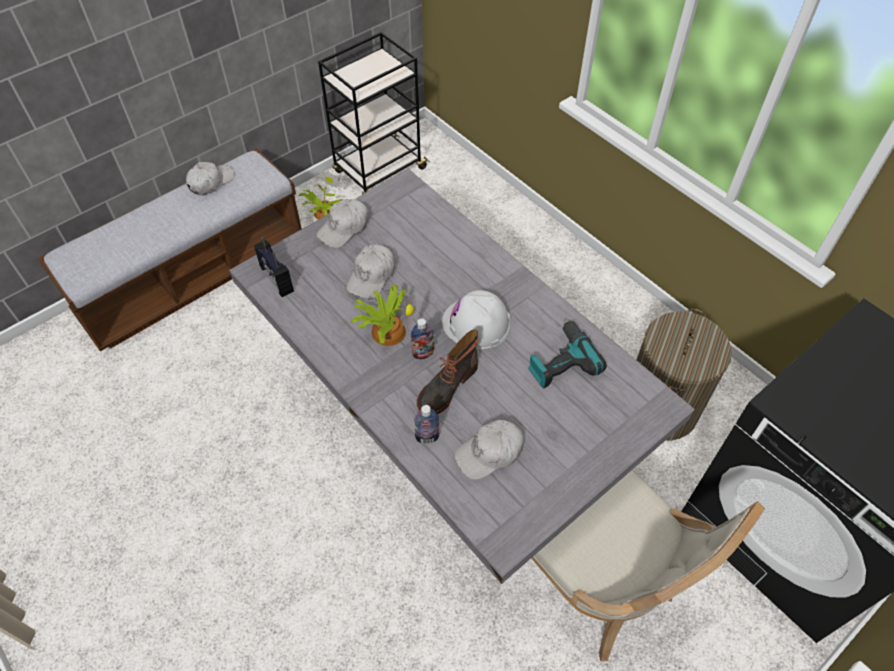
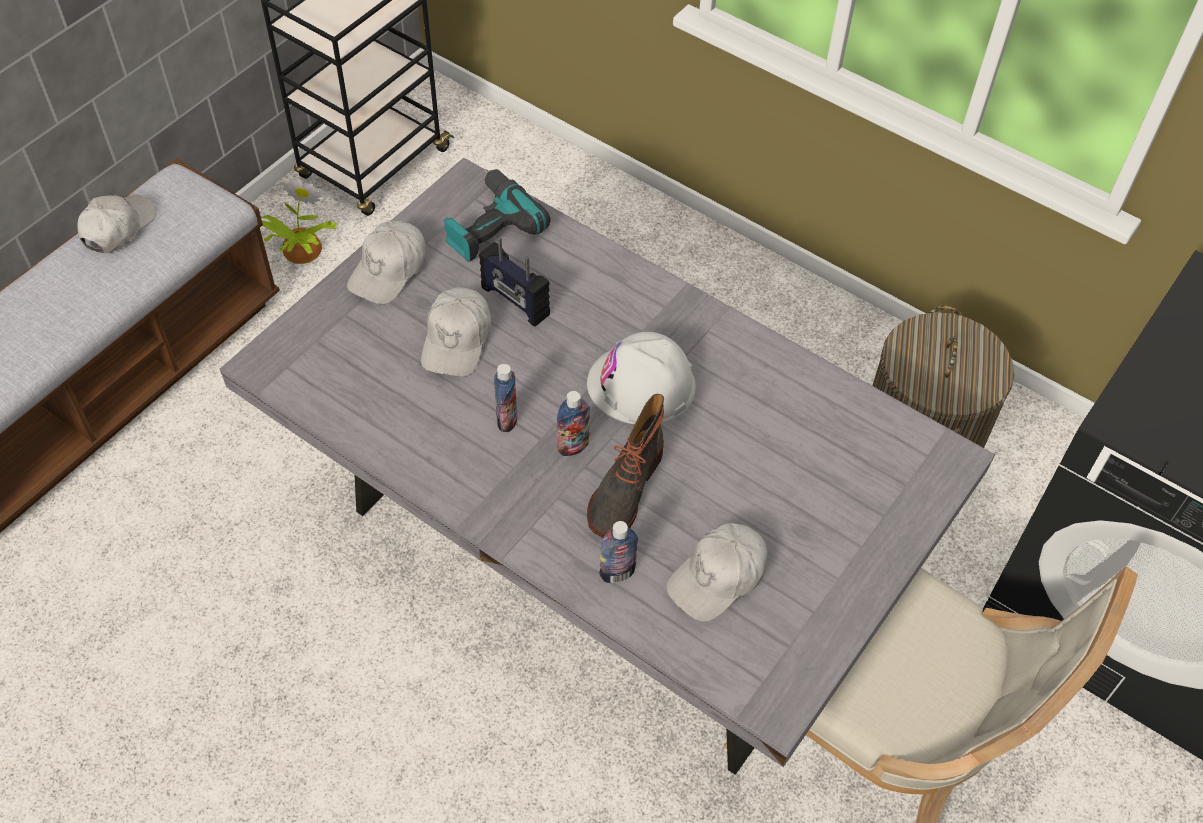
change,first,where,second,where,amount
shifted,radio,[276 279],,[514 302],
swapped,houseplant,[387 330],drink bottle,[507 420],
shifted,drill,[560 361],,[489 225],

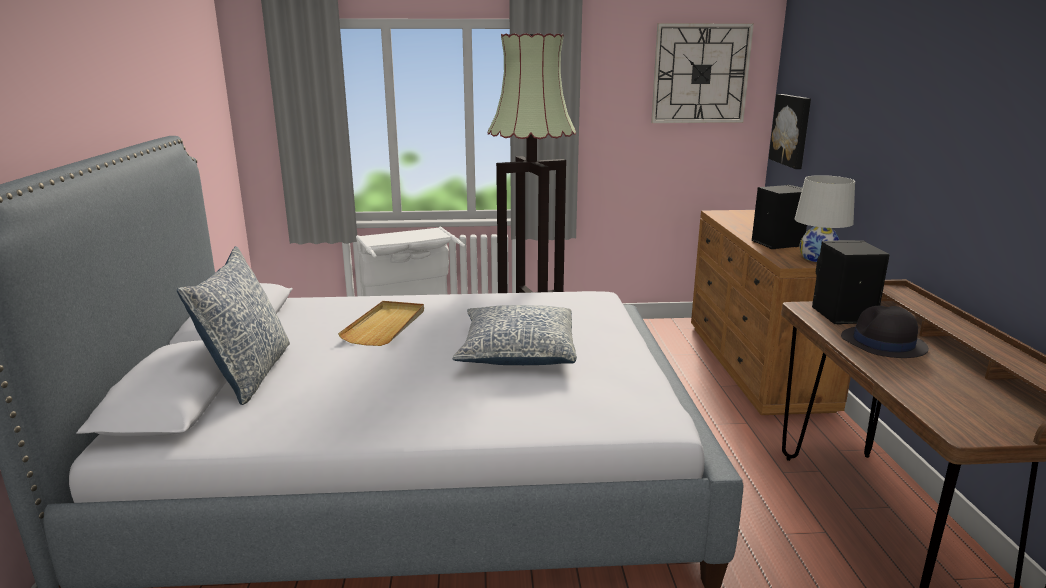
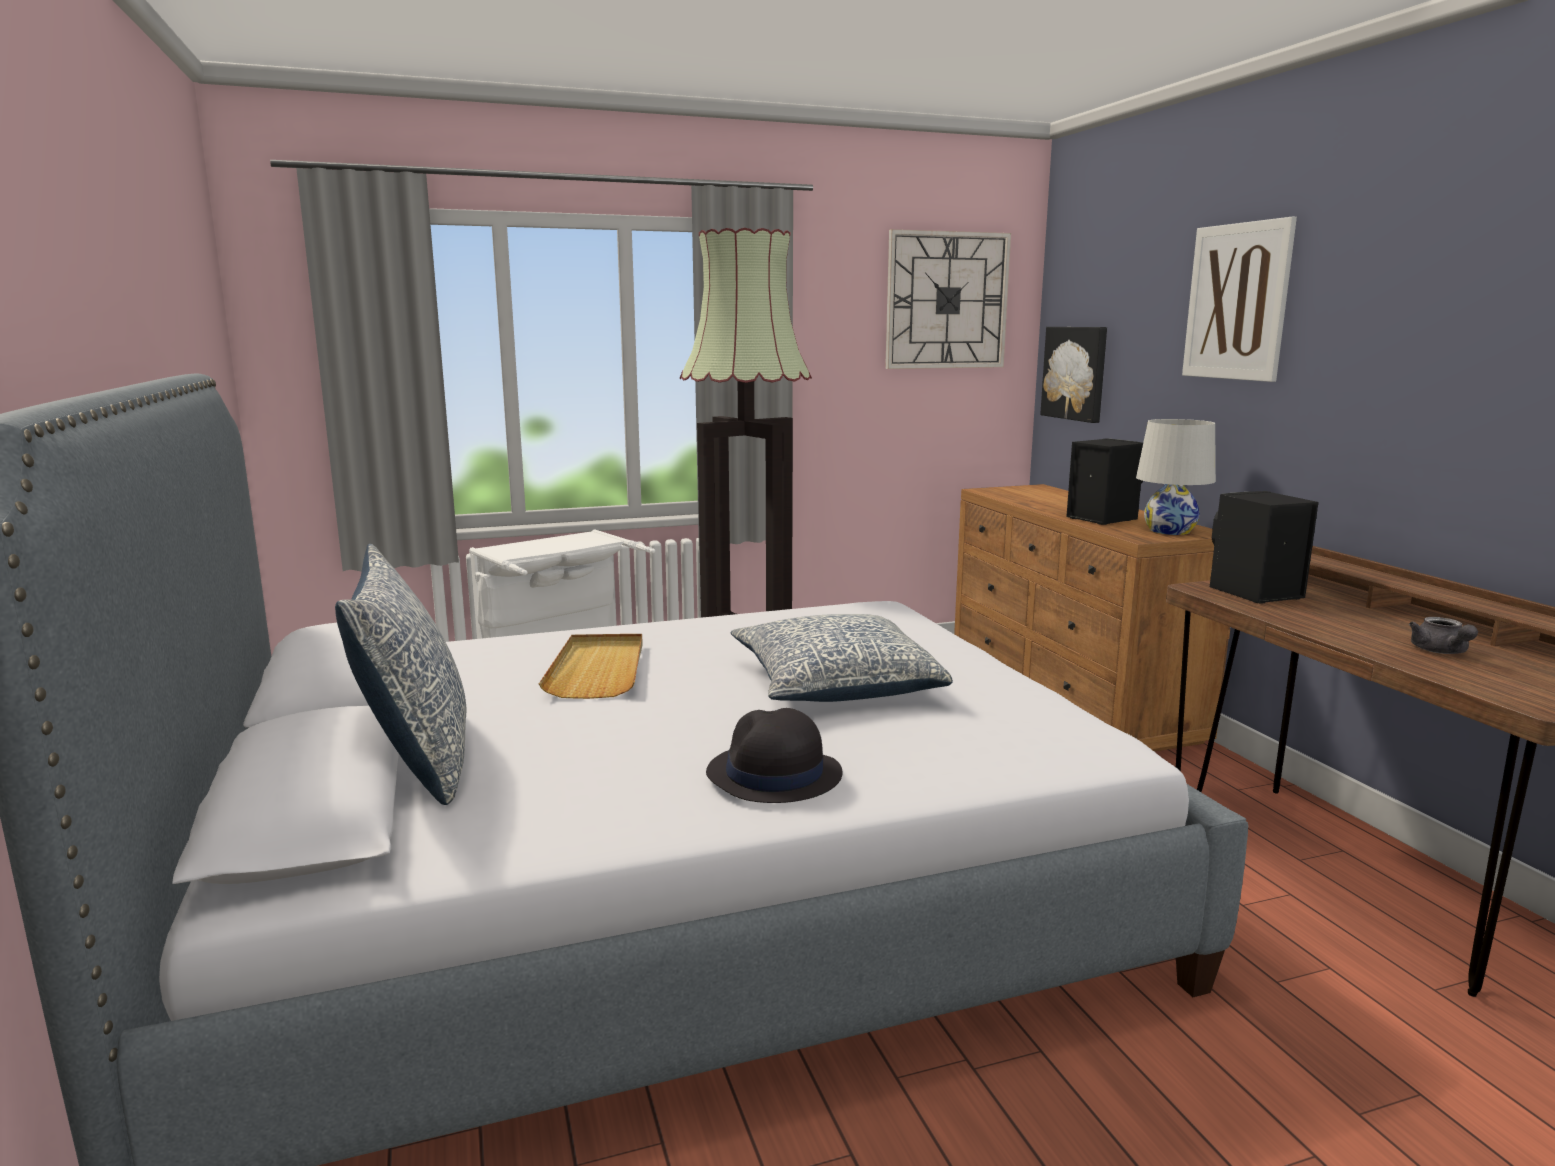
change,first,where,second,where,amount
shifted,wearable hat (black),[883 344],,[773 775],
new,,,picture,[1237 302],
new,,,teapot (gray),[1441 652],

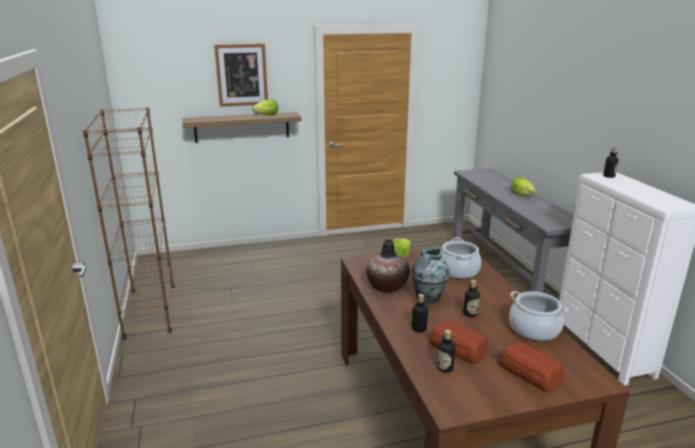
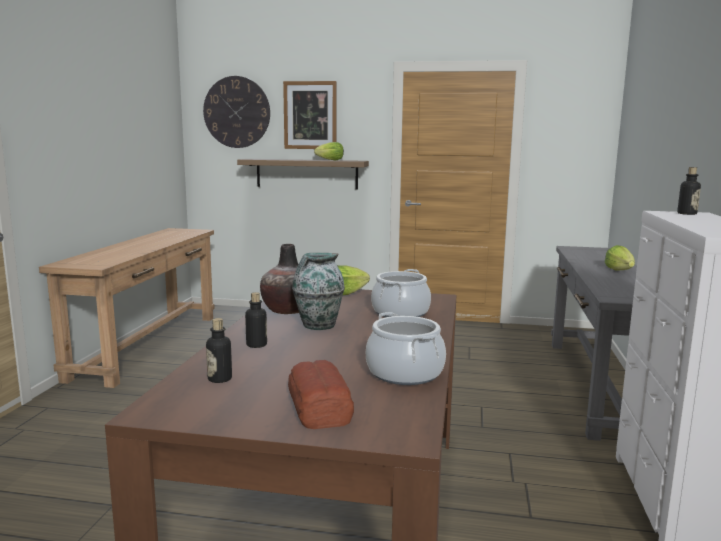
change,first,where,second,where,amount
swapped,bookshelf (brown),[150 311],narrow table (brown),[147 345],
gone,baked bread,[457 348],,,
gone,drink bottle,[470 313],,,
new,,,hanging clock,[236 112],

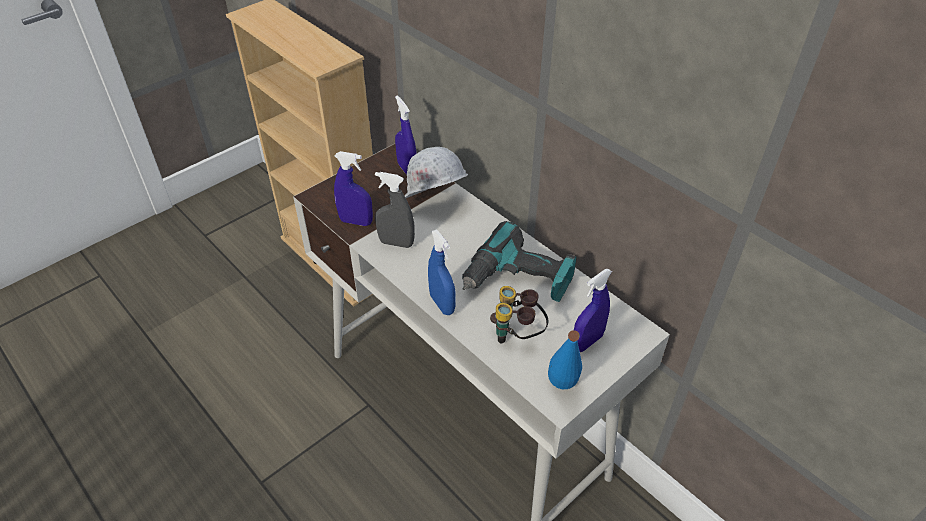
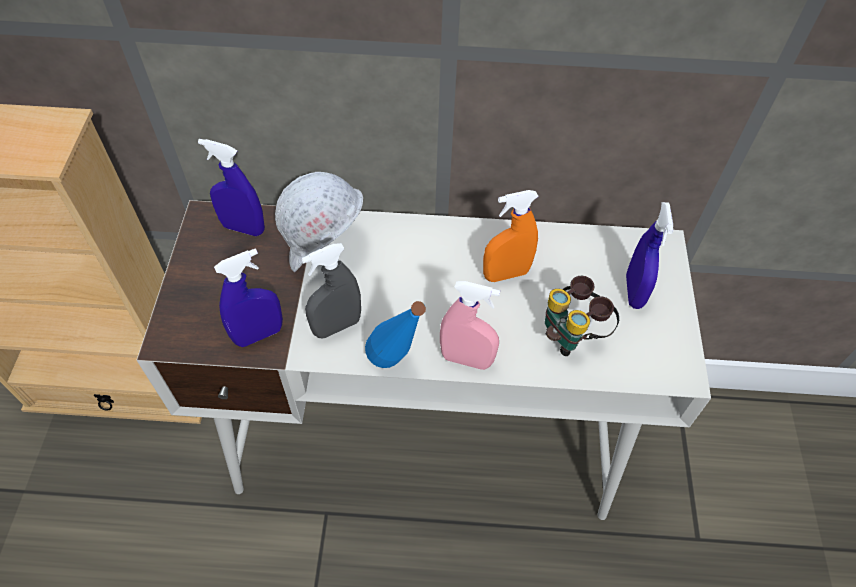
change,first,where,second,where,amount
repainted,hand sprayer (blue),[442 304],hand sprayer (pink),[466 359],
swapped,drill,[518 280],hand sprayer (orange),[506 274],
shifted,drink bottle (blue),[561 393],,[397 369],

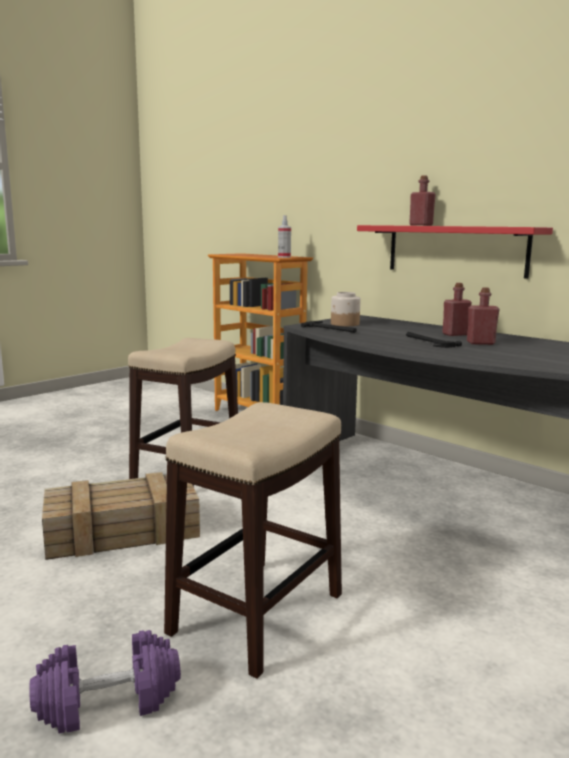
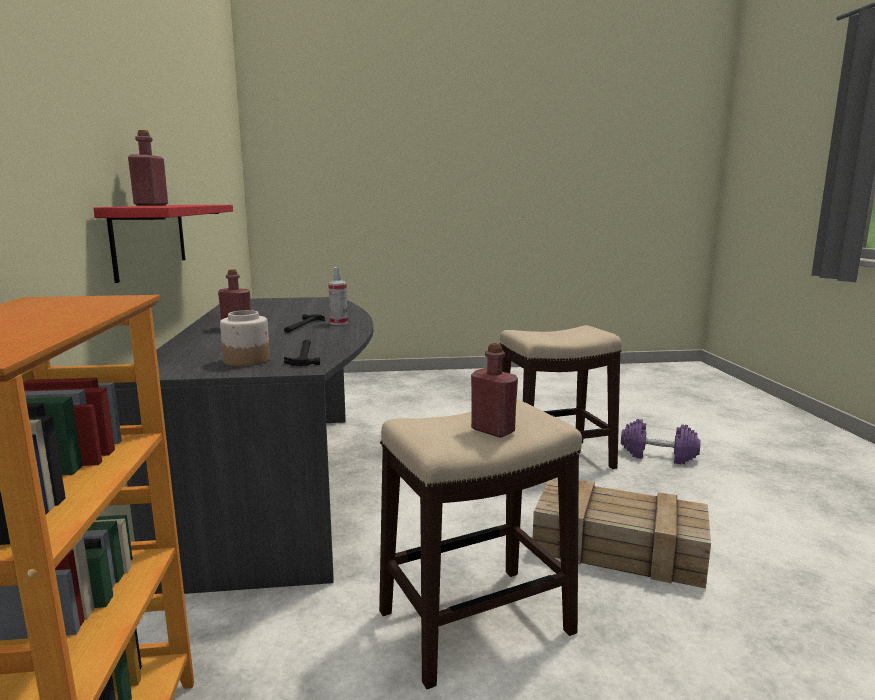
change,first,where,second,where,amount
shifted,hand sprayer,[284 257],,[339 323],
shifted,drink bottle (reddish),[480 343],,[493 430],

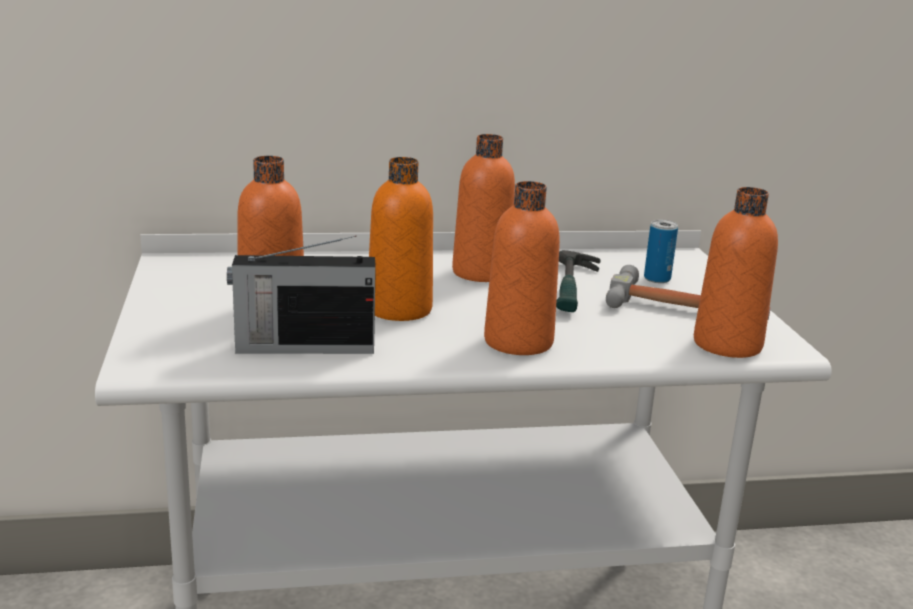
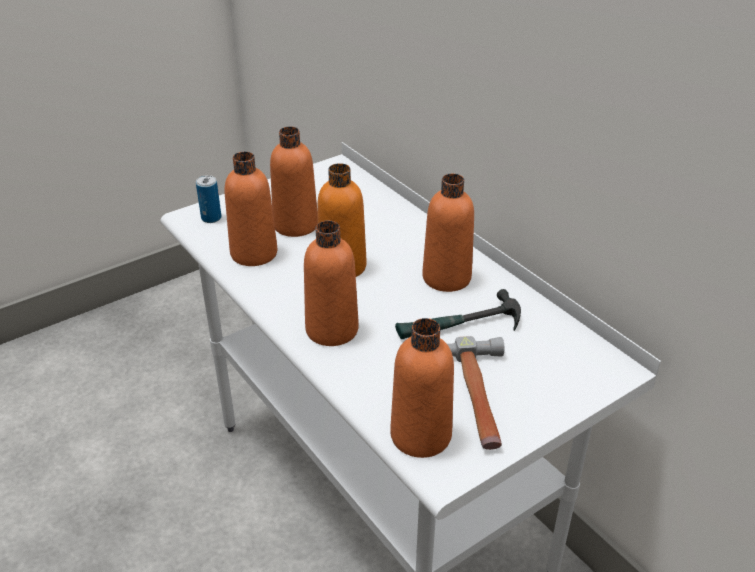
change,first,where,second,where,amount
swapped,radio,[302 347],drink bottle (orange),[254 253],
shifted,metal can,[657 278],,[211 218],

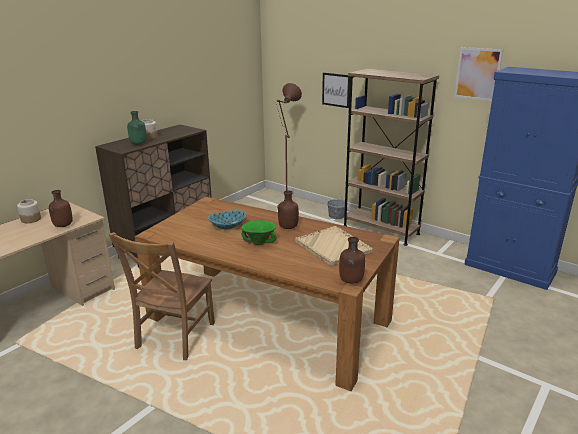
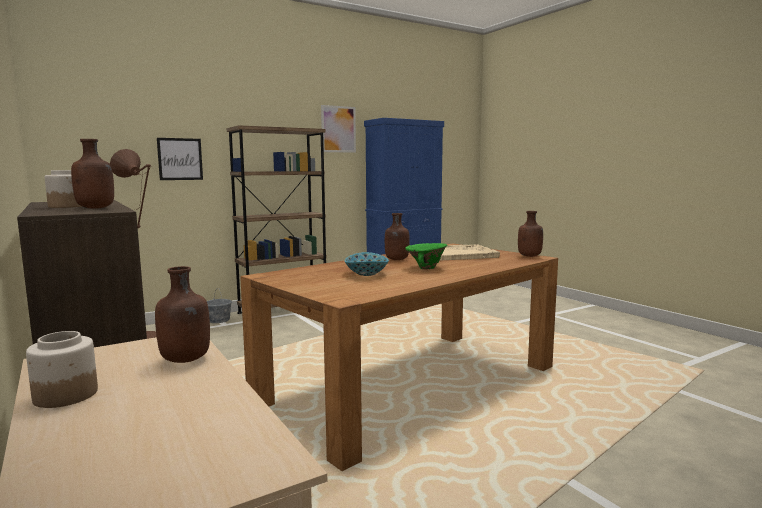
change,first,where,second,where,amount
gone,upright chair (brown),[174 338],,,
repainted,drink bottle (green),[138 144],drink bottle (brown),[96 208],

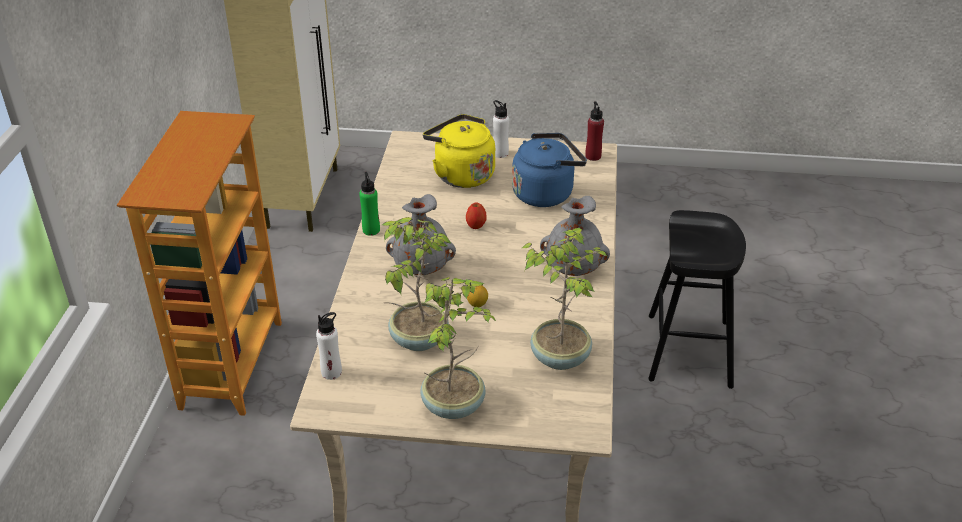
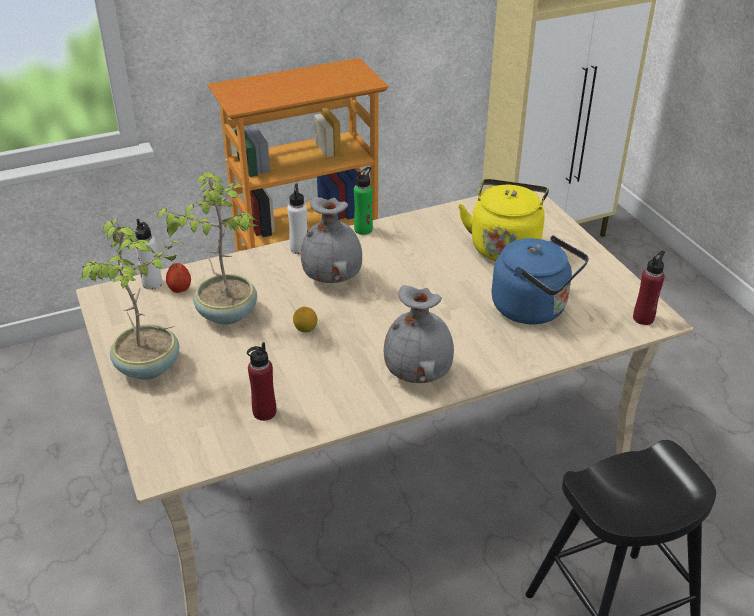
change,first,where,second,where,amount
shifted,apple,[476 226],,[180 289],
shifted,drink bottle (whitish),[500 153],,[299 248],
swapped,houseplant,[560 357],drink bottle (reddish),[264 412],

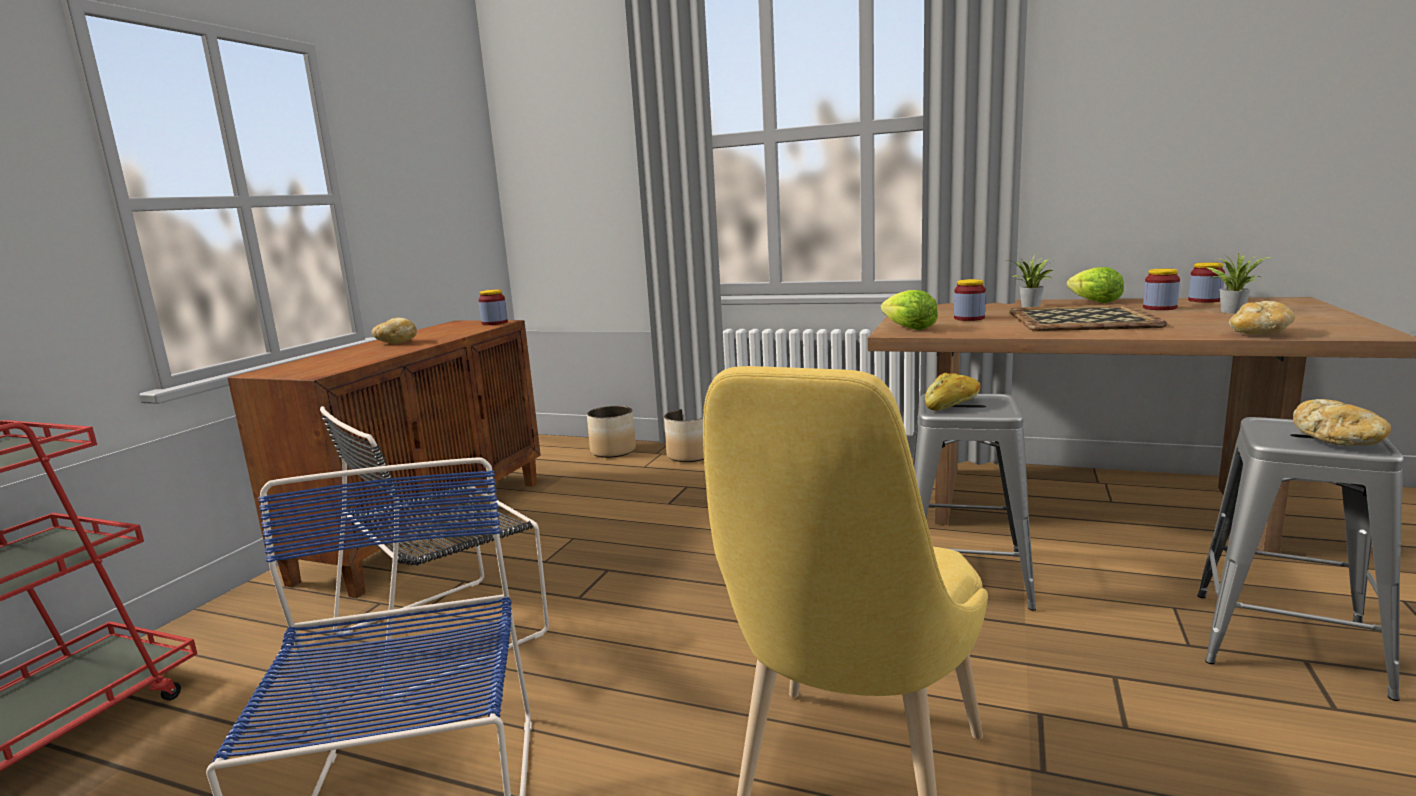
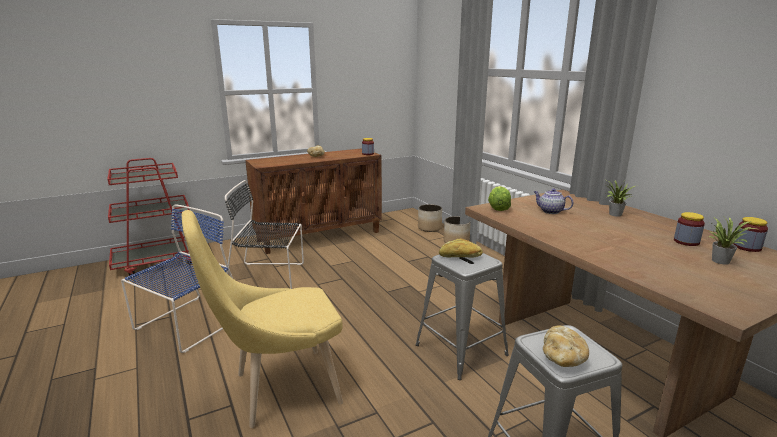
change,first,where,second,where,amount
swapped,preserve jar,[969 318],teapot,[550 211],
gone,serving tray,[1080 319],,,
gone,head of lettuce,[1094 302],,,
gone,baked bread,[1259 334],,,

